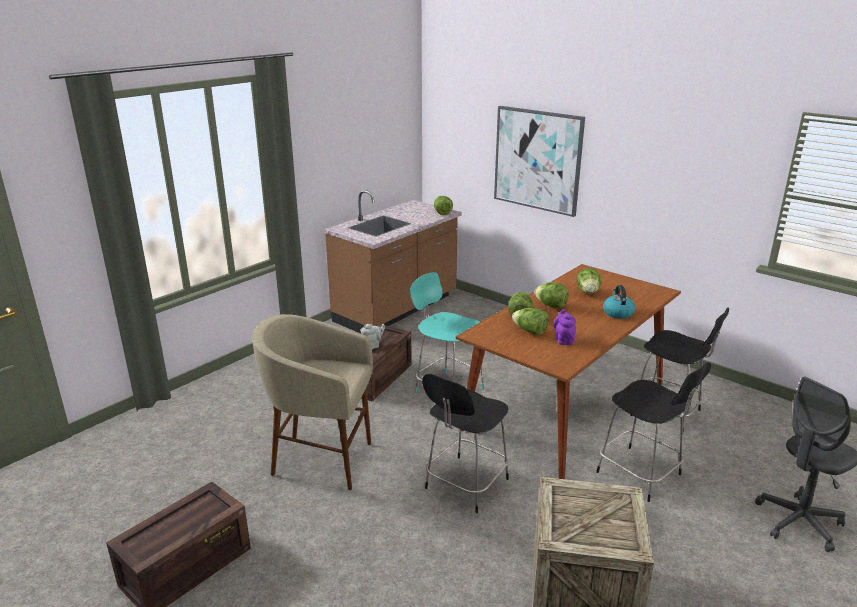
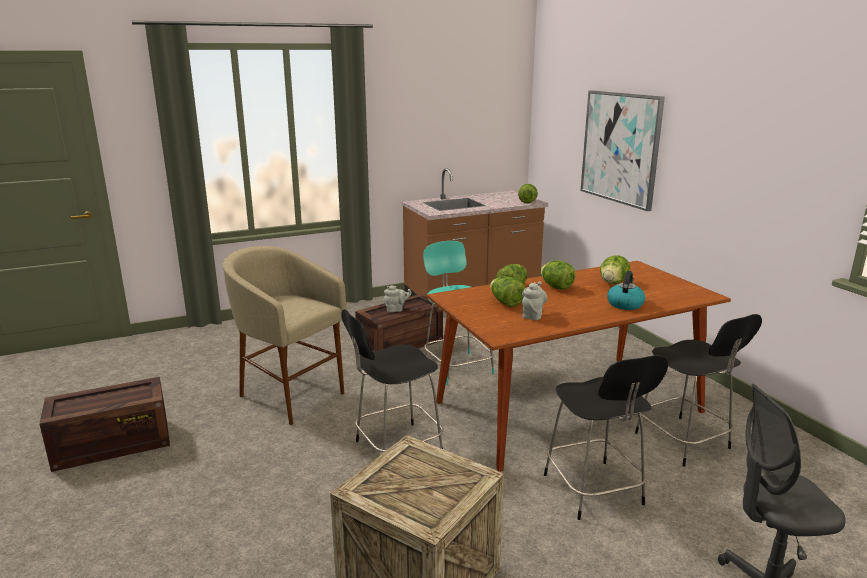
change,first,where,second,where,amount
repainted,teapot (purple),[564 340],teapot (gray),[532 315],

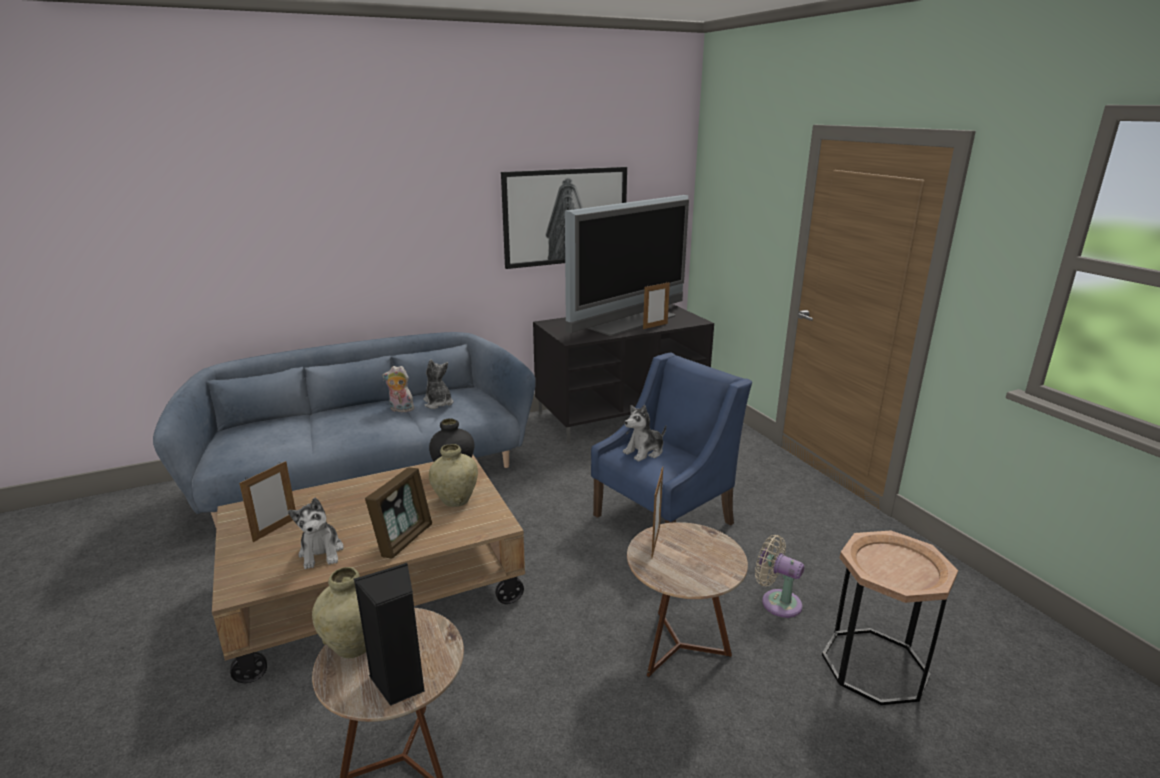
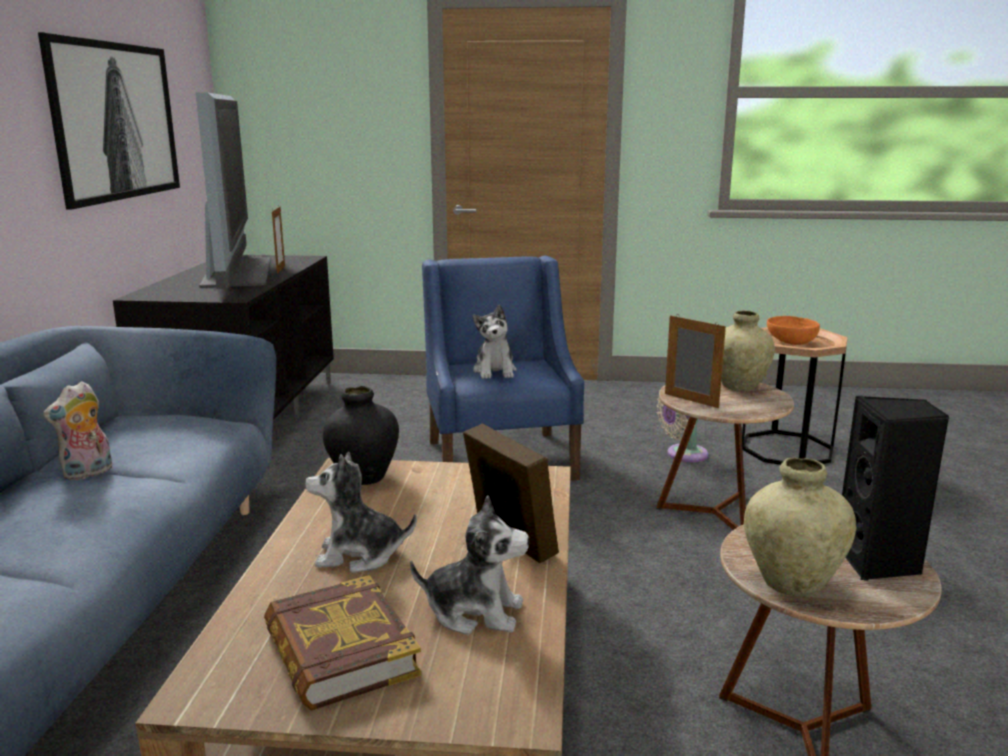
change,first,where,second,where,amount
swapped,picture frame,[275 529],book,[339 652],
shifted,plush toy,[438 403],,[359 555],
shifted,flower vase (sand-coloured),[455 500],,[739 386],
new,,,deep dish (orange),[790 342],

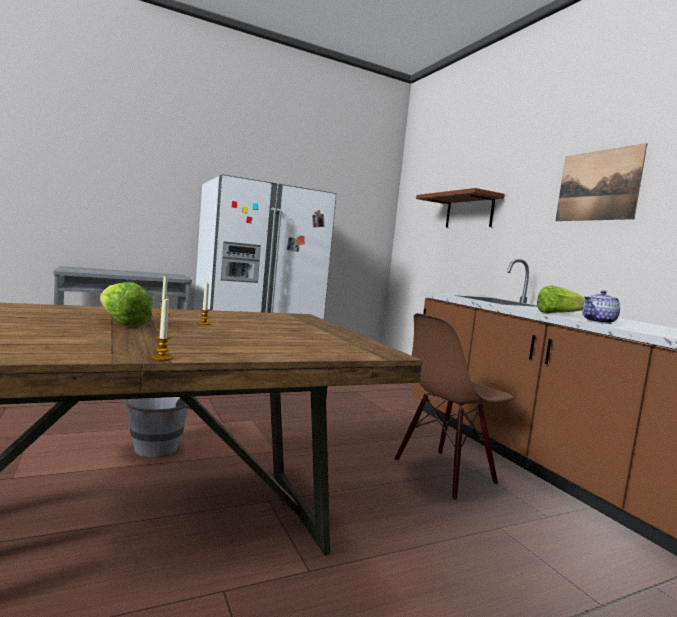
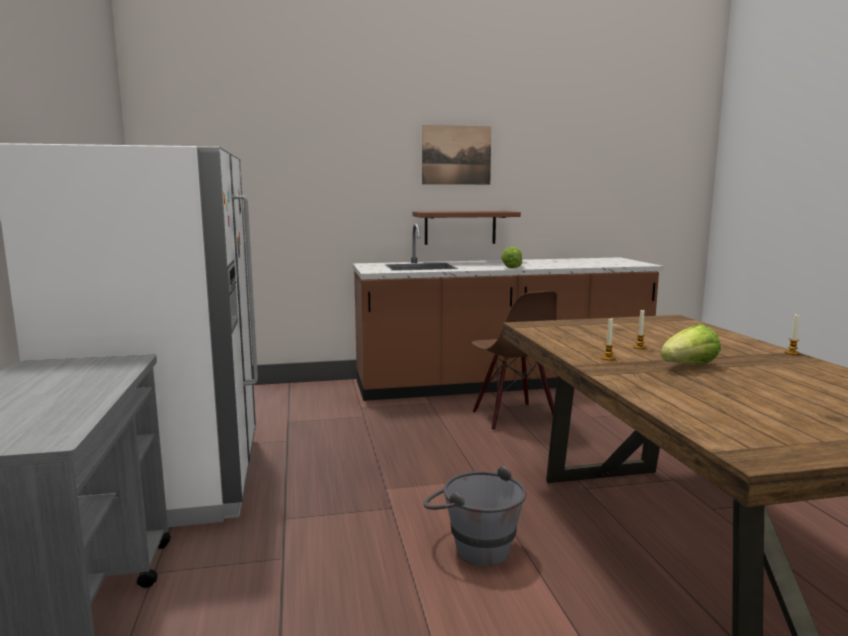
change,first,where,second,where,amount
shifted,bracket shelf (brown),[469 212],,[460 227],
gone,teapot,[599 322],,,

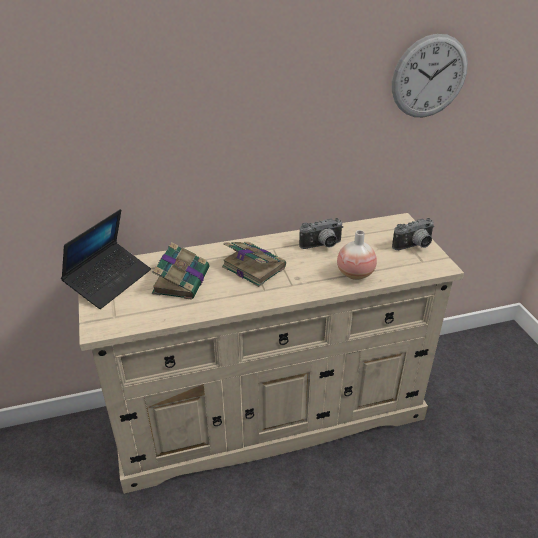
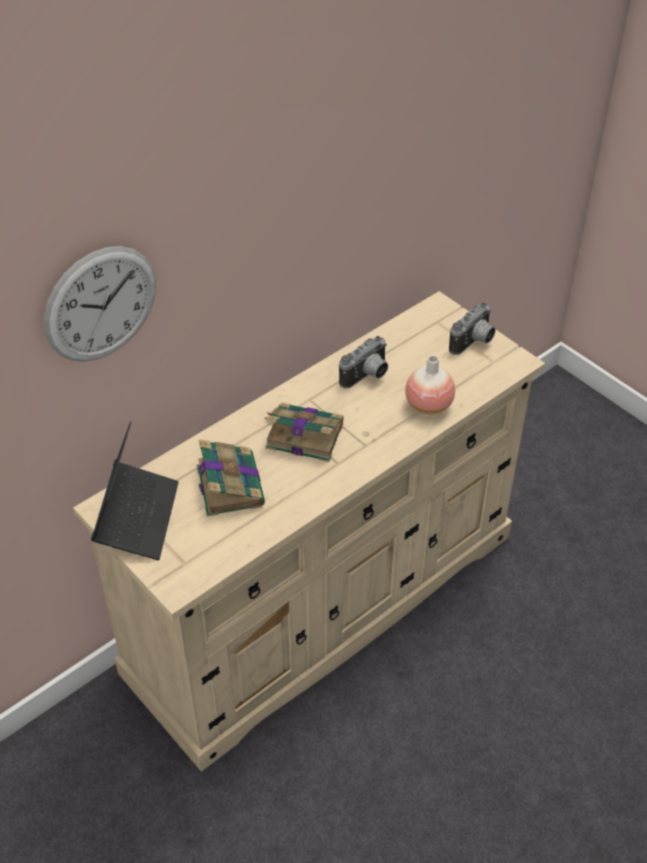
change,first,where,second,where,amount
shifted,hanging clock,[429 77],,[101 304],

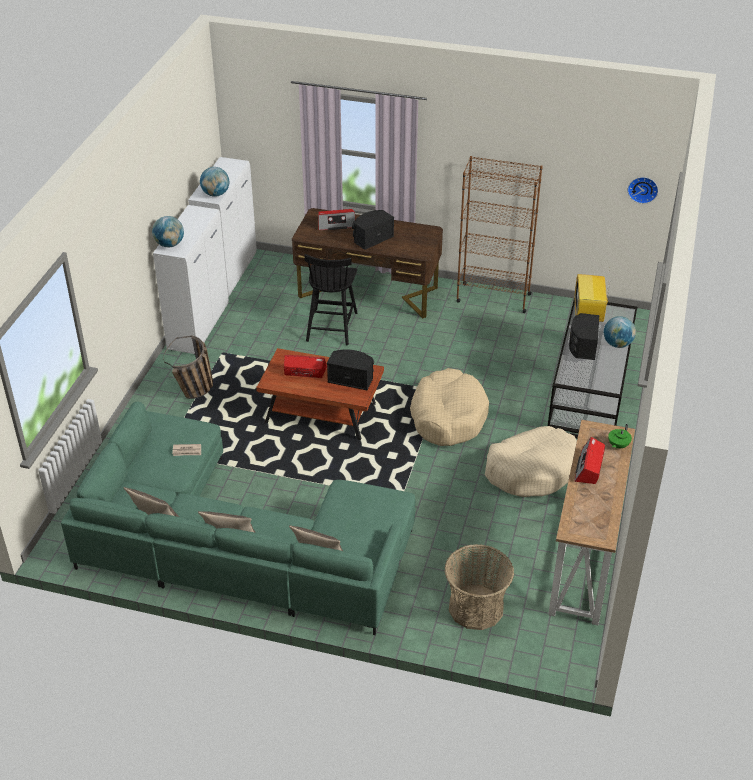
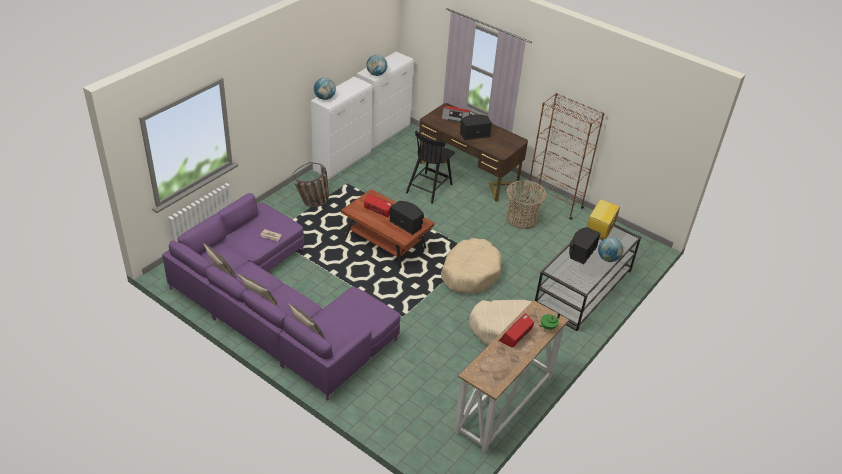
change,first,where,second,where,amount
repainted,settee (green),[235 544],settee (purple),[276 308],
shifted,basket,[476 608],,[521 218],
gone,hanging clock,[643 189],,,

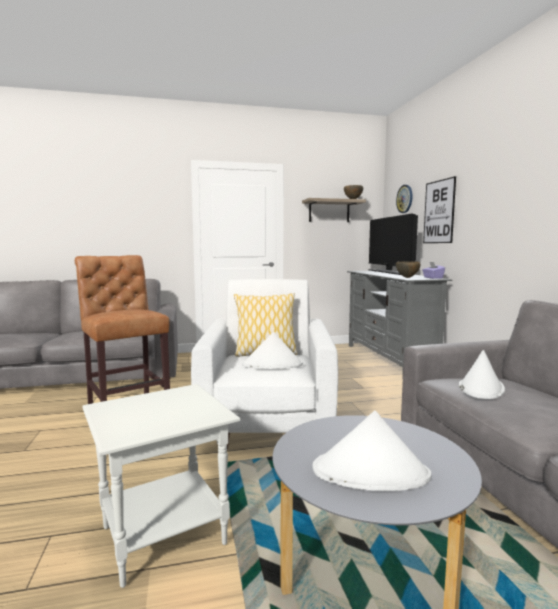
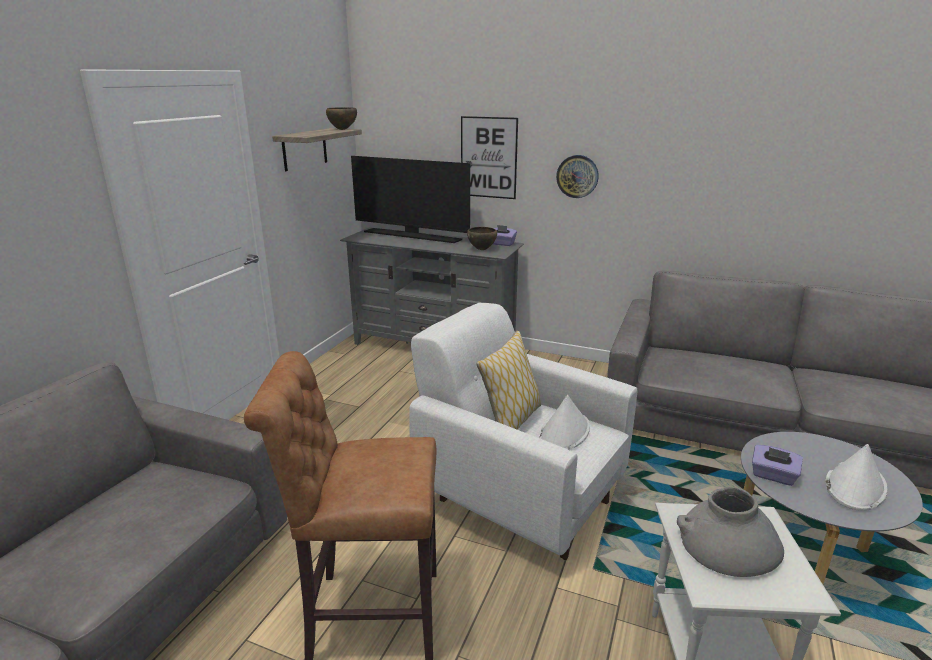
change,first,where,second,where,amount
shifted,hanging clock,[405 199],,[577 176],
gone,wearable hat (whitish),[481 388],,,
new,,,flower vase (gray),[727 543],
new,,,box of tissues (purple),[773 476],

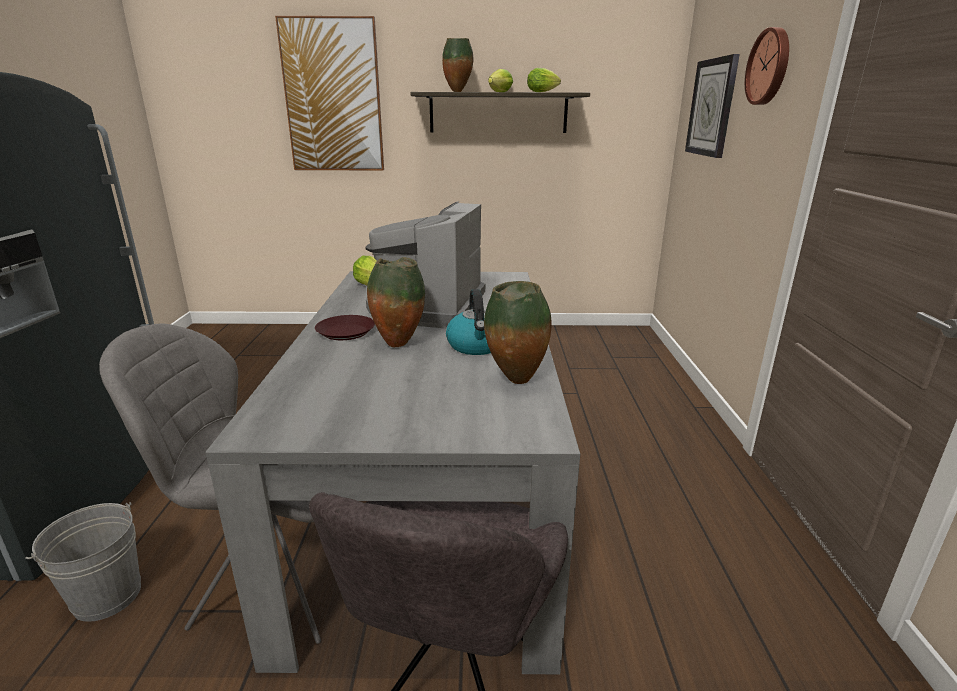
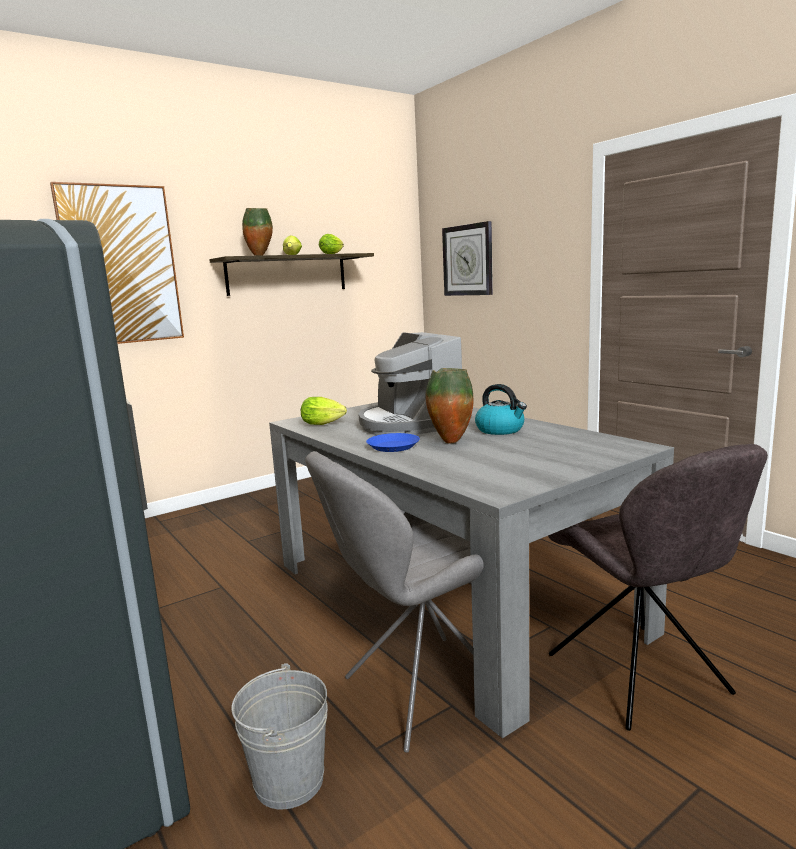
change,first,where,second,where,amount
repainted,flat dish (brown),[346 332],flat dish (blue),[393 446],
gone,flower vase,[516 382],,,
gone,hanging clock,[769 67],,,

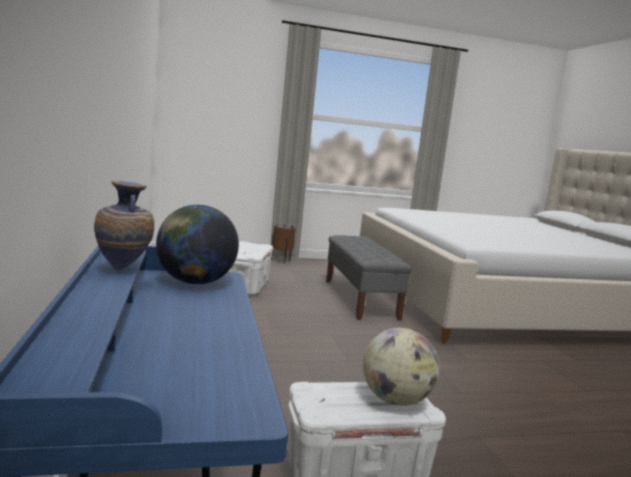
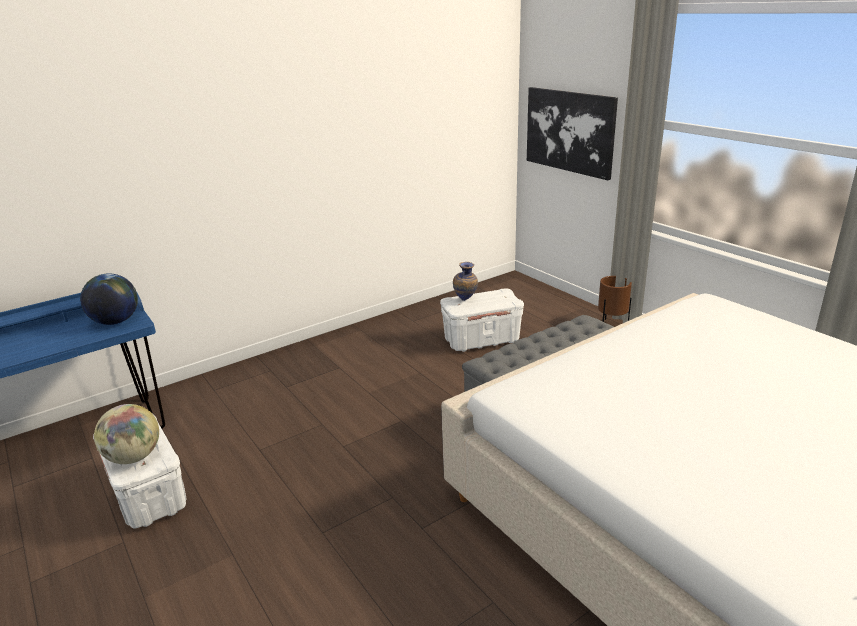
change,first,where,second,where,amount
shifted,flower vase,[124 269],,[465 300],
new,,,picture,[569 131],

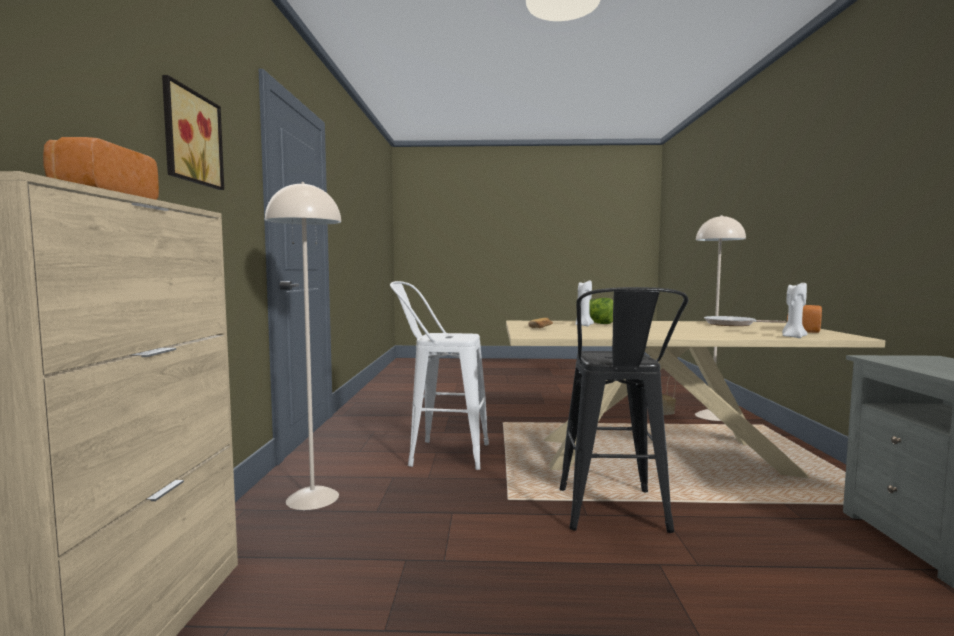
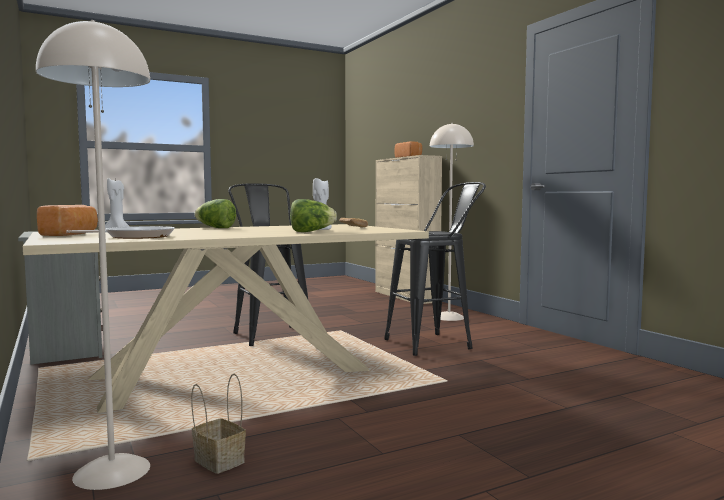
change,first,where,second,where,amount
gone,picture,[189 138],,,
repainted,stool (whitish),[440 454],stool (black),[436 343],
new,,,head of lettuce,[216 228],

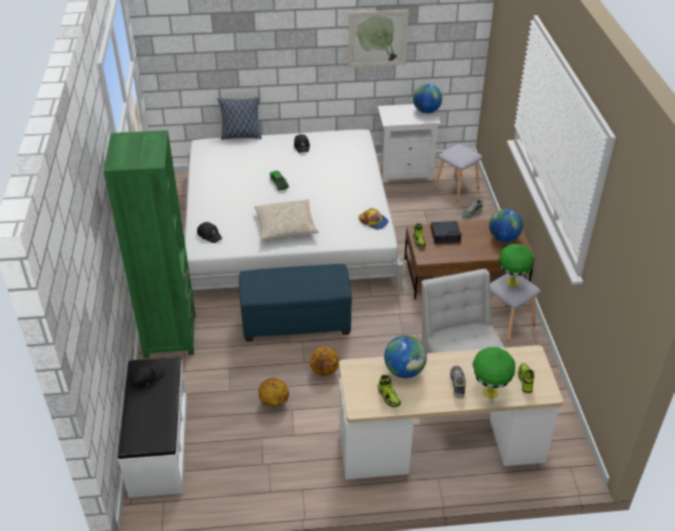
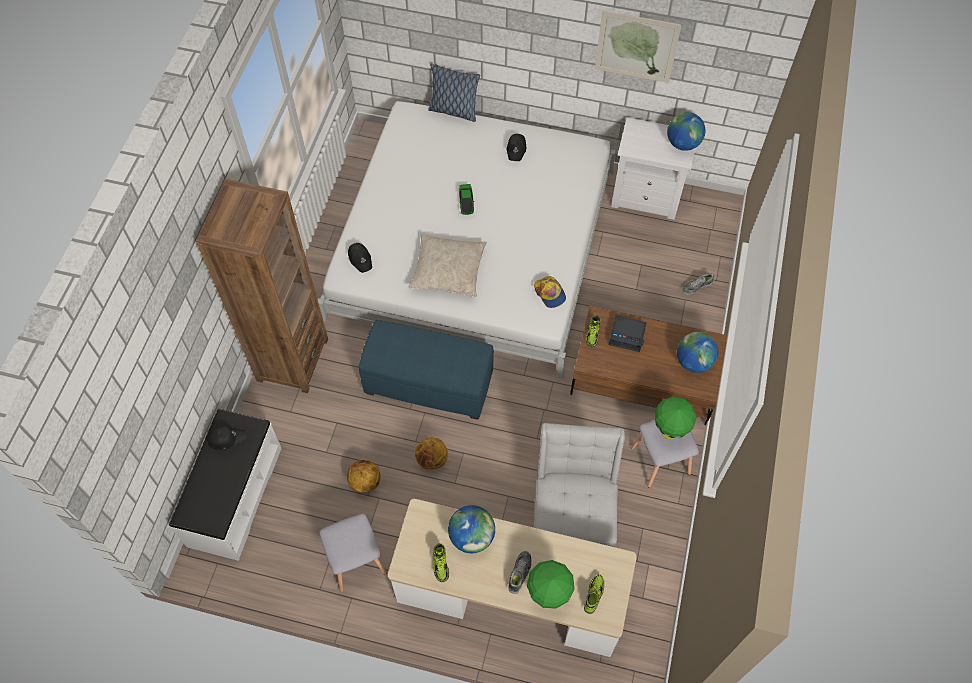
change,first,where,second,where,amount
repainted,bookshelf (green),[170 335],bookshelf (brown),[292 359],
shifted,stool (gray),[456 187],,[356 560],

